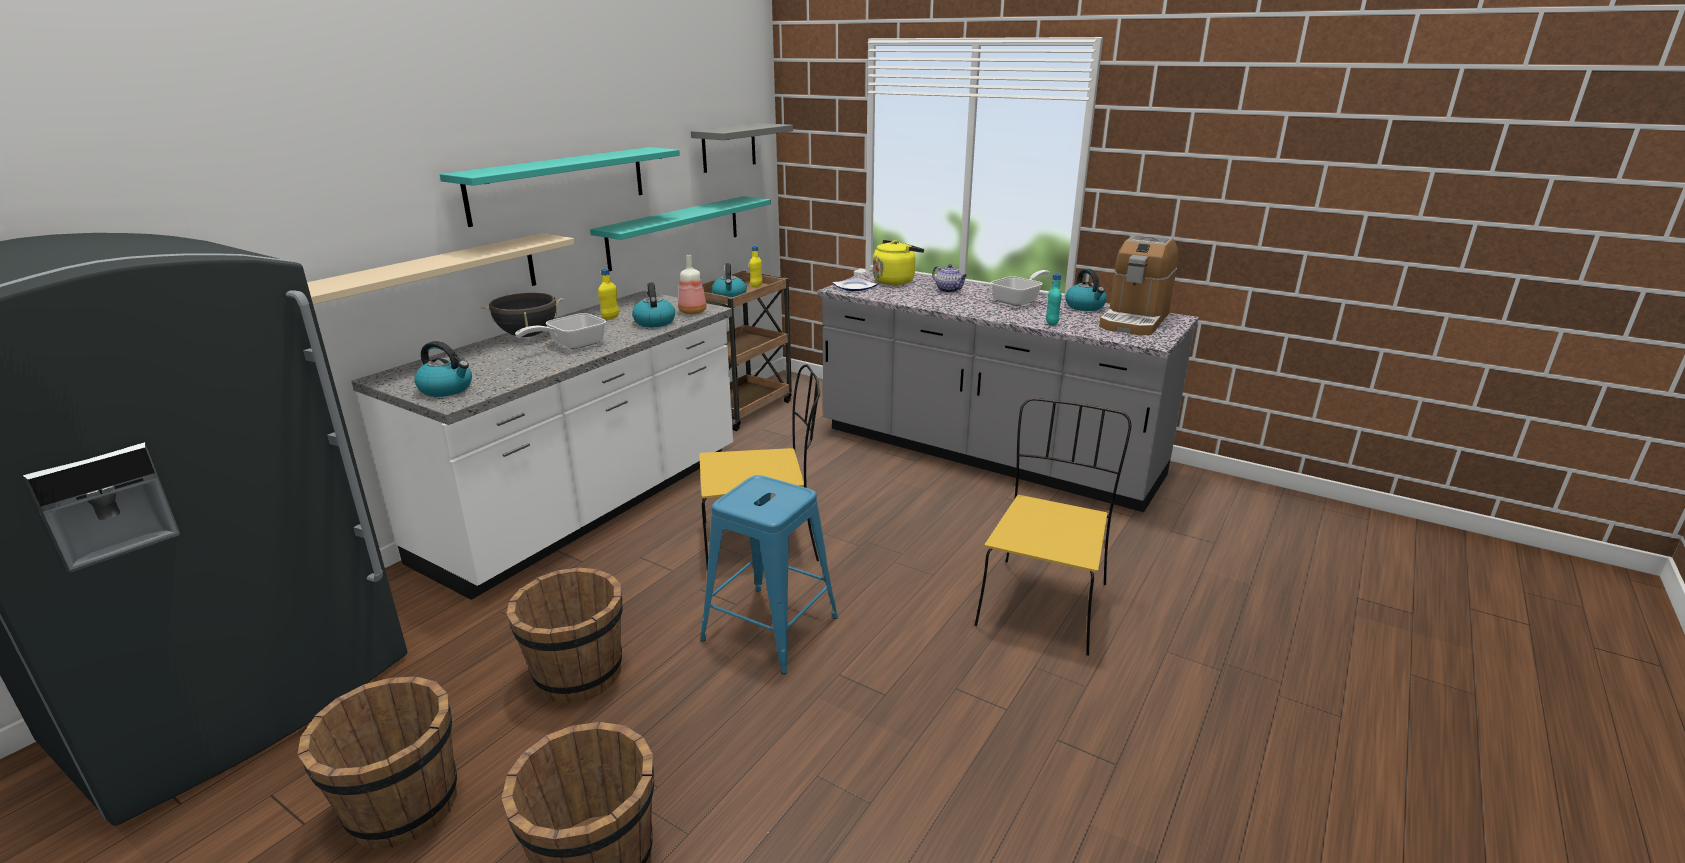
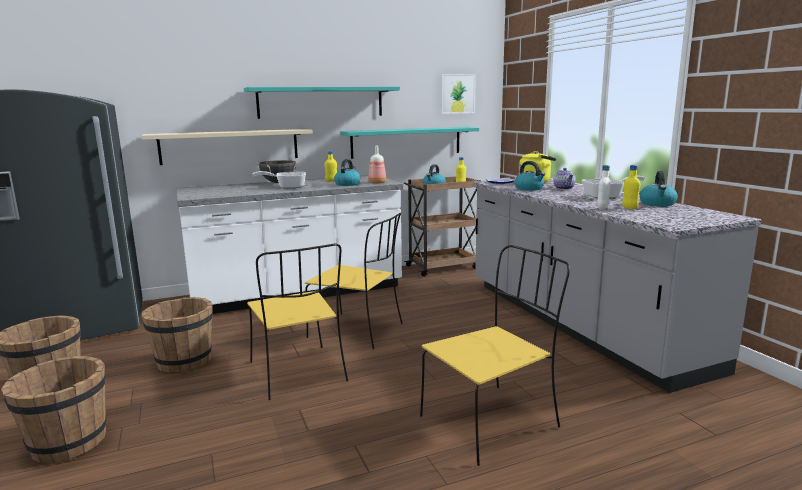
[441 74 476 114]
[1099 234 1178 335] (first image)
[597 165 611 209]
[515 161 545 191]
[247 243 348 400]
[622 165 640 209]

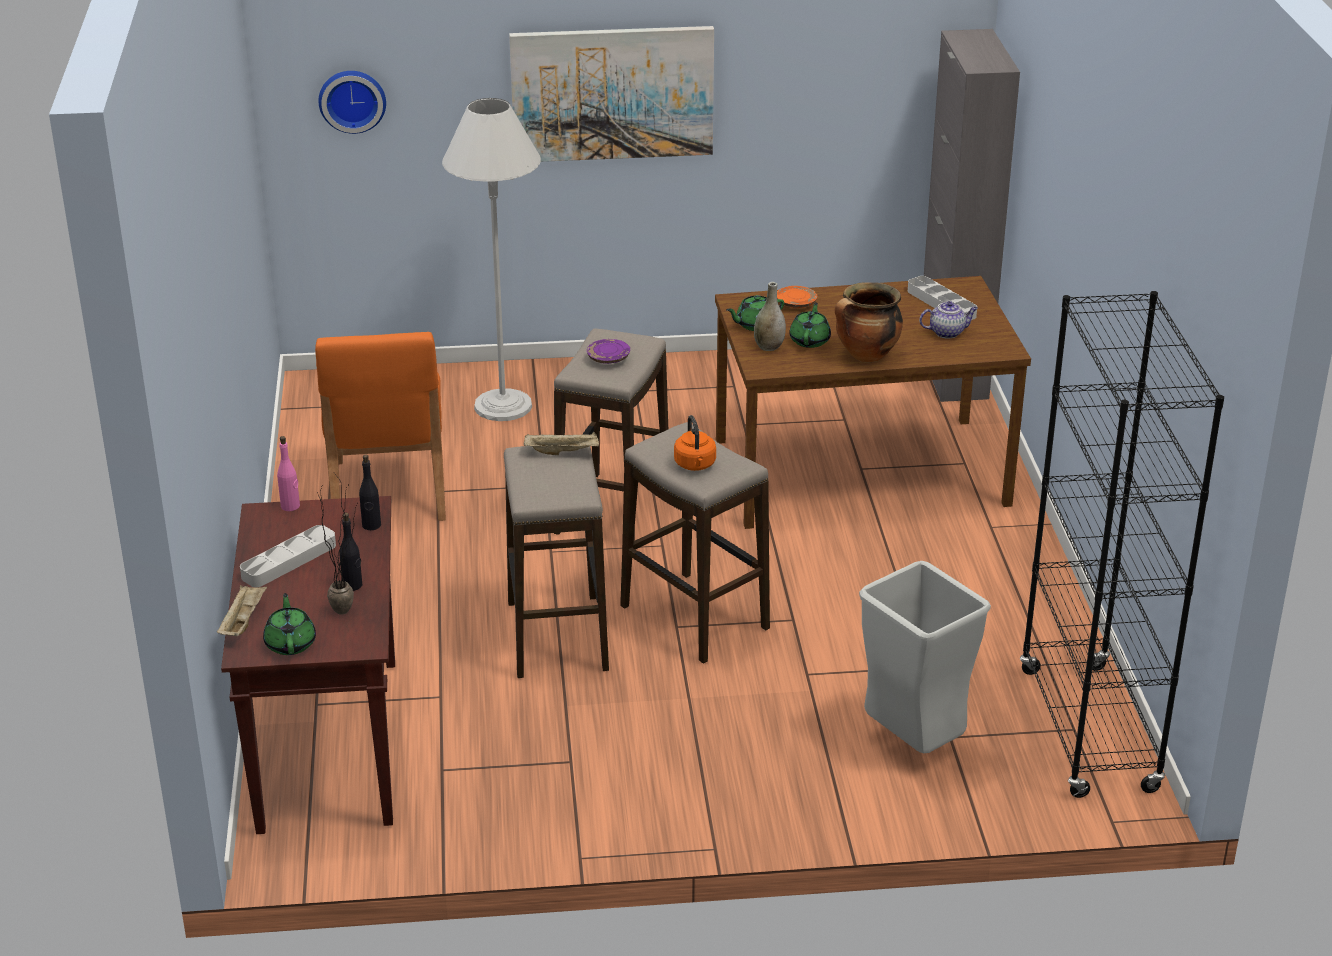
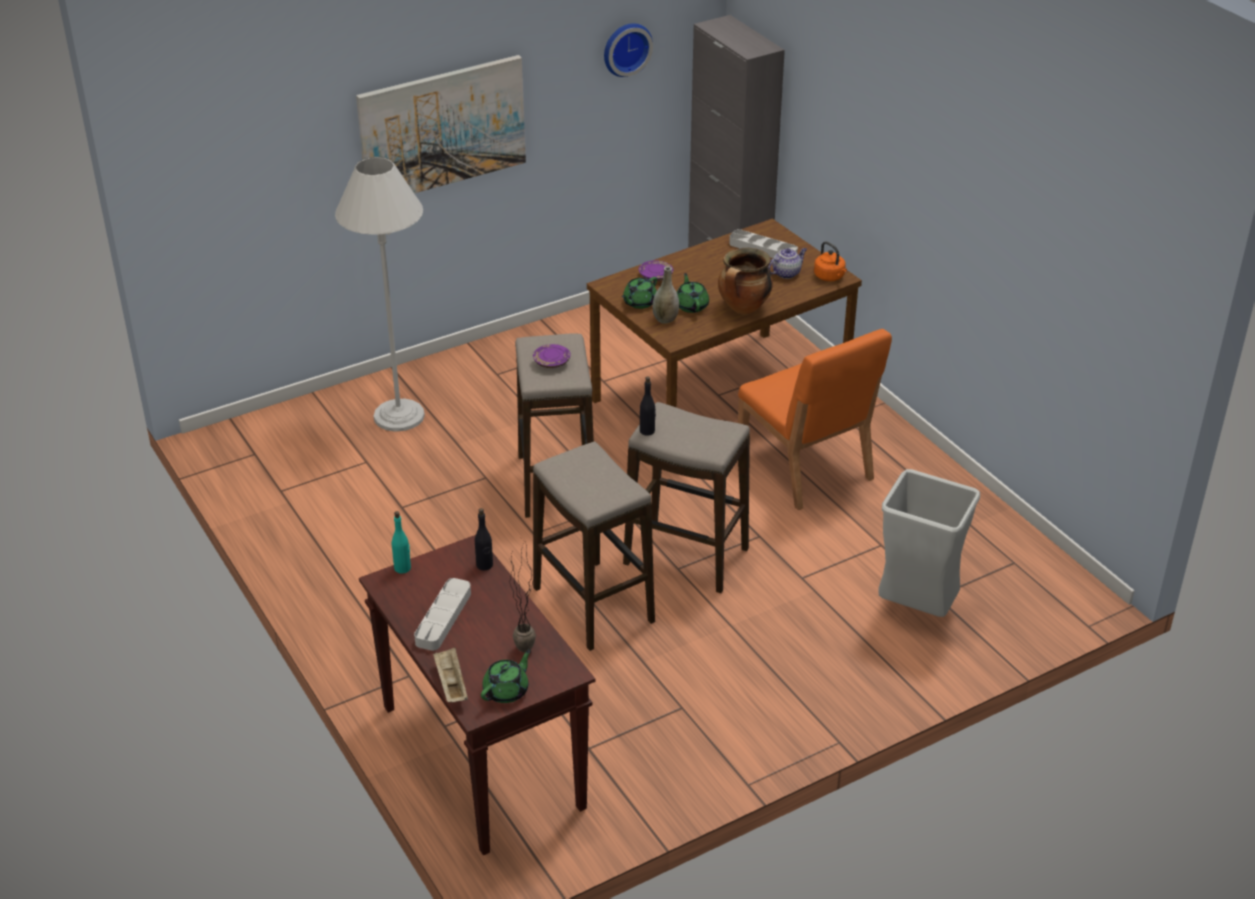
[604 23 653 77]
[638 260 673 281]
[1020 291 1224 798] (first image)
[738 329 892 510]
[814 241 847 281]
[524 432 599 455] (first image)
[392 511 411 574]
[640 376 656 436]
[481 650 531 703]

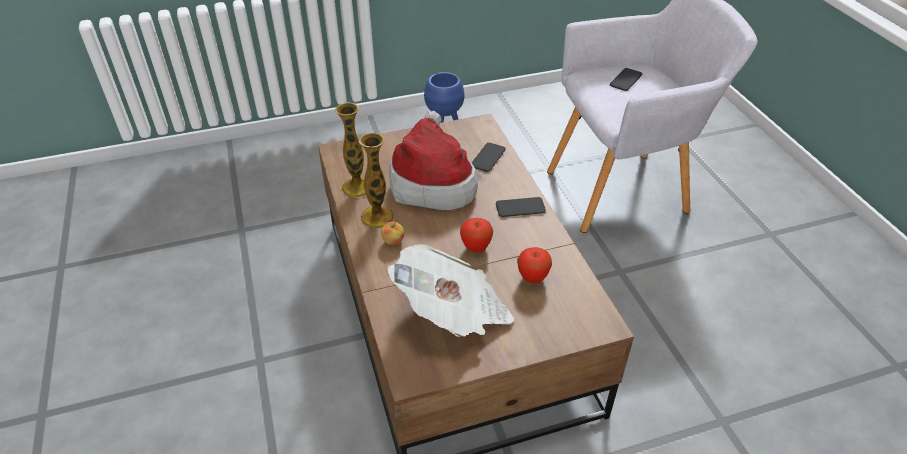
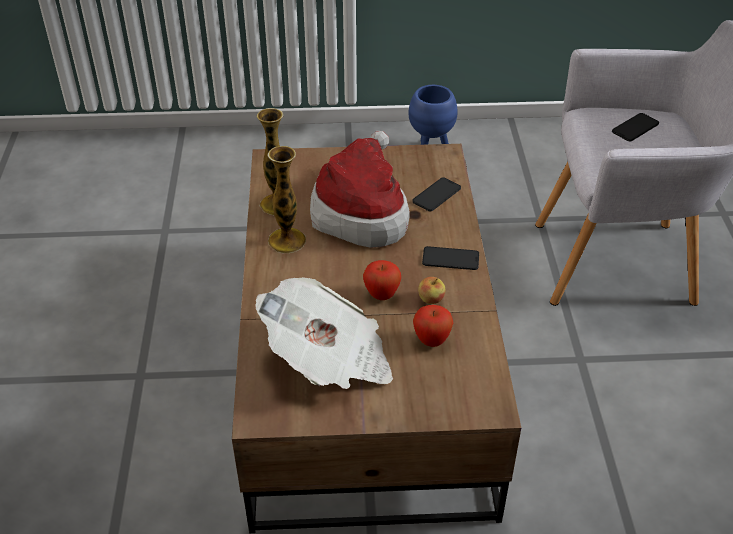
[418 277 445 304]

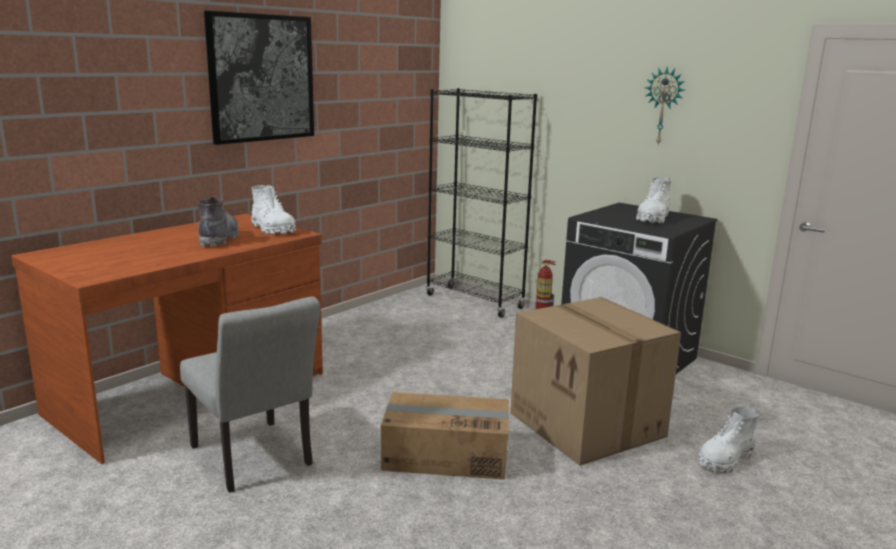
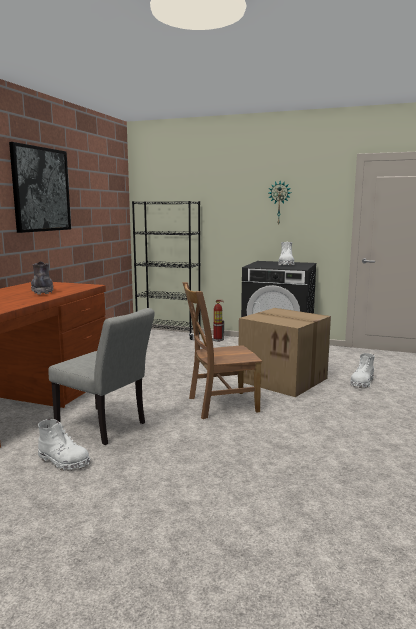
[38 419 90 471]
[183 282 262 419]

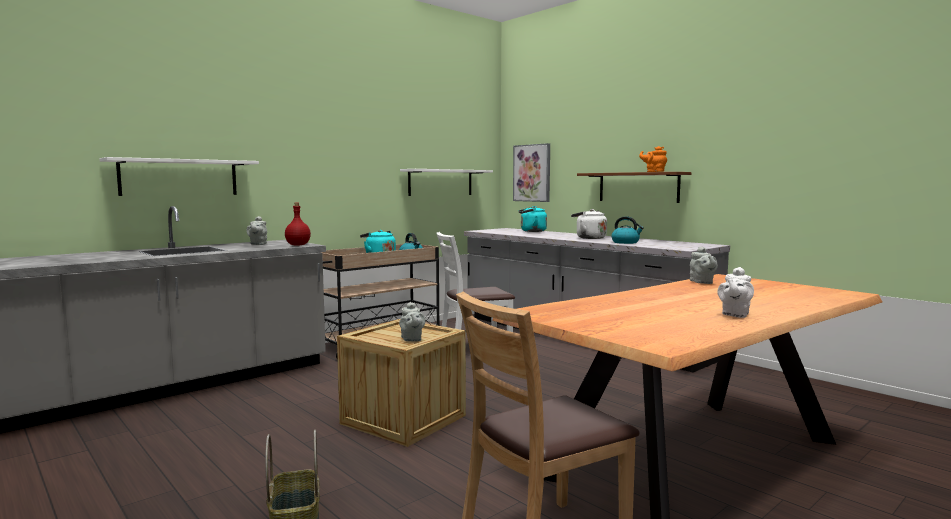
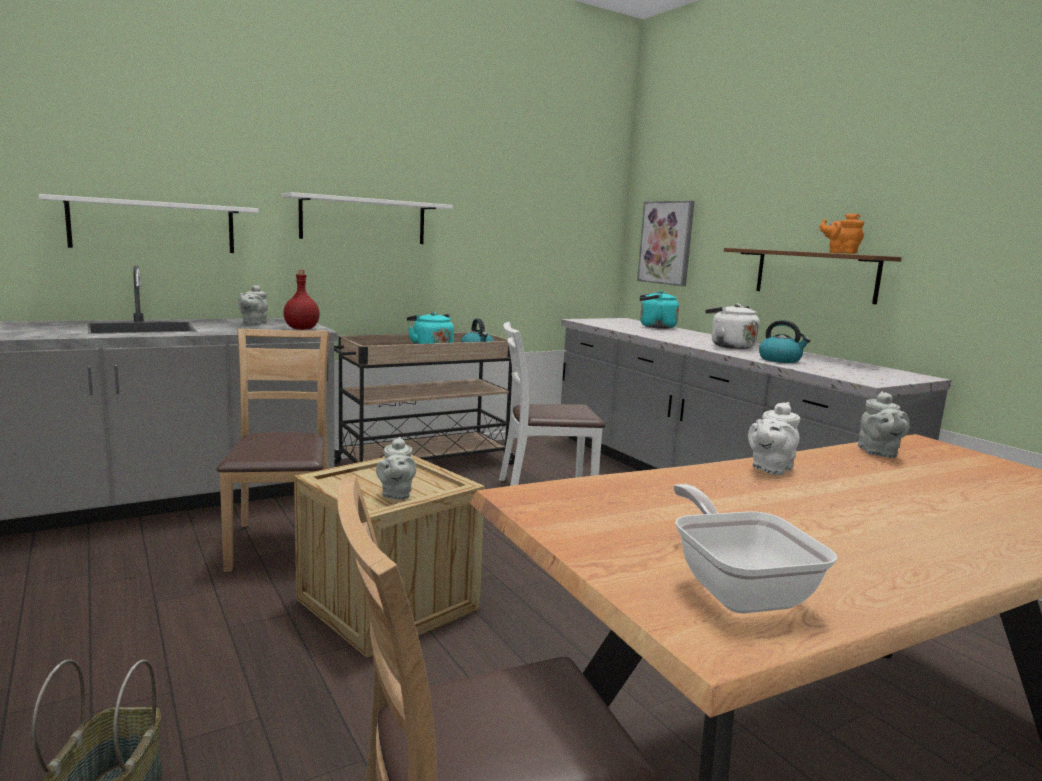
[282 192 453 244]
[748 402 800 475]
[217 329 330 572]
[673 484 838 613]

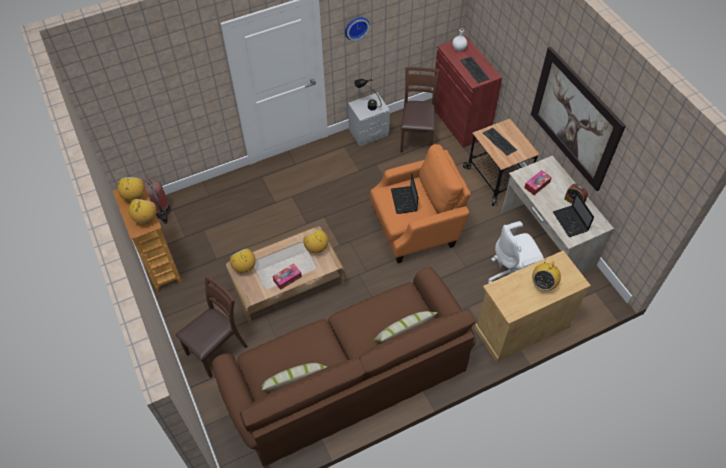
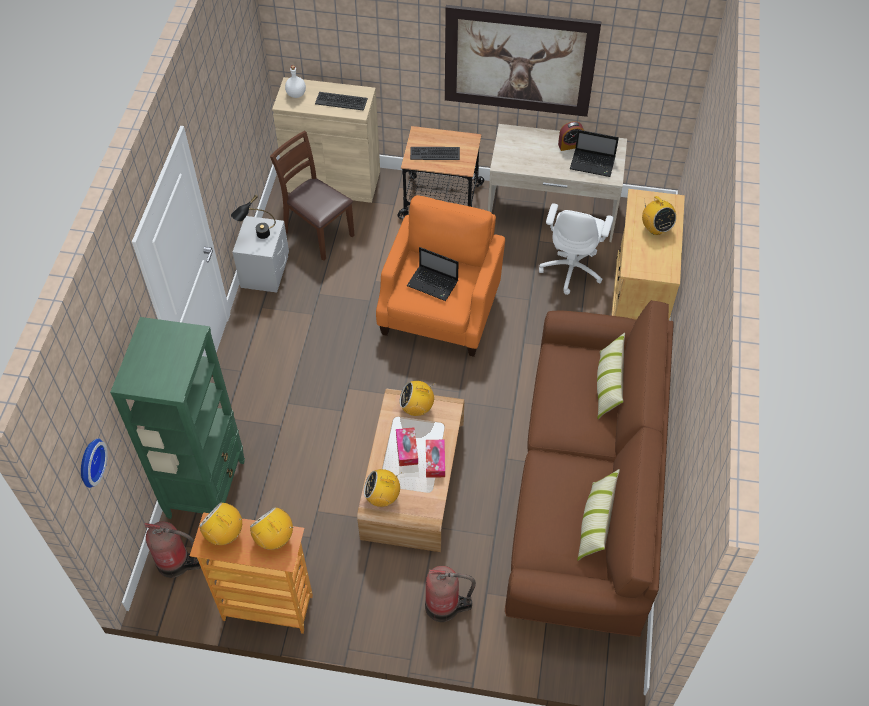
[81 439 108 488]
[272 77 380 203]
[396 427 418 466]
[425 566 476 622]
[110 317 245 519]

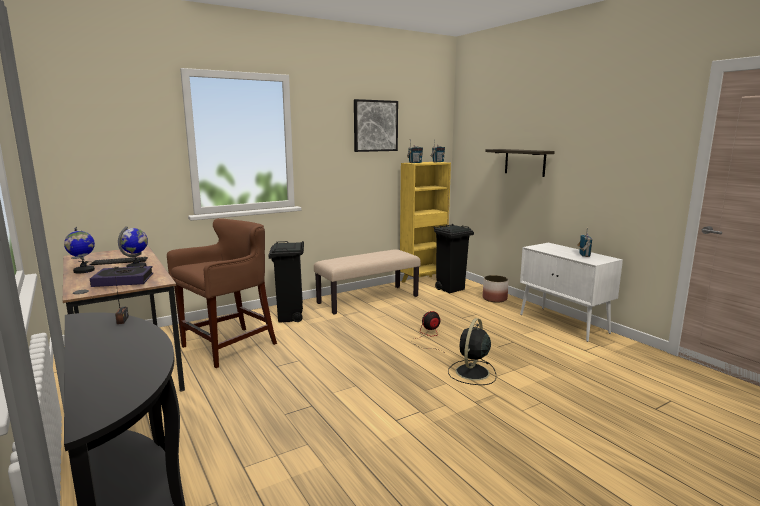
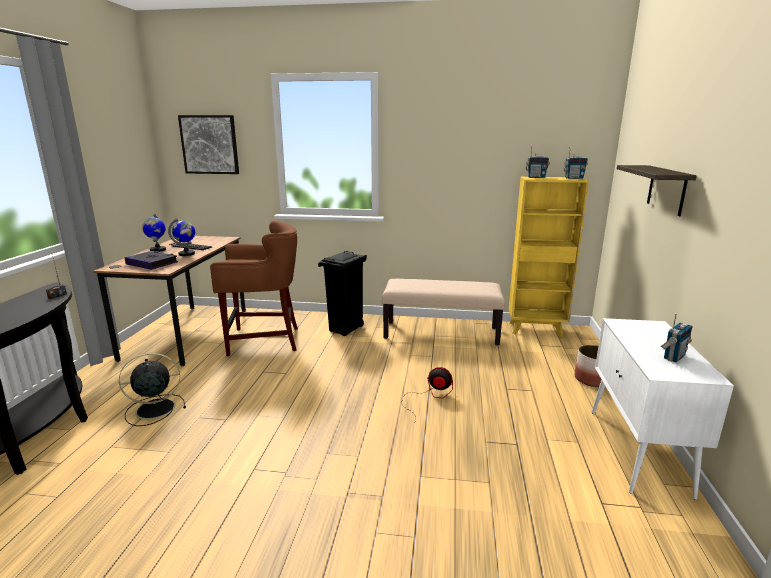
[178 115 239 174]
[434 224 474 293] (first image)
[119 353 186 426]

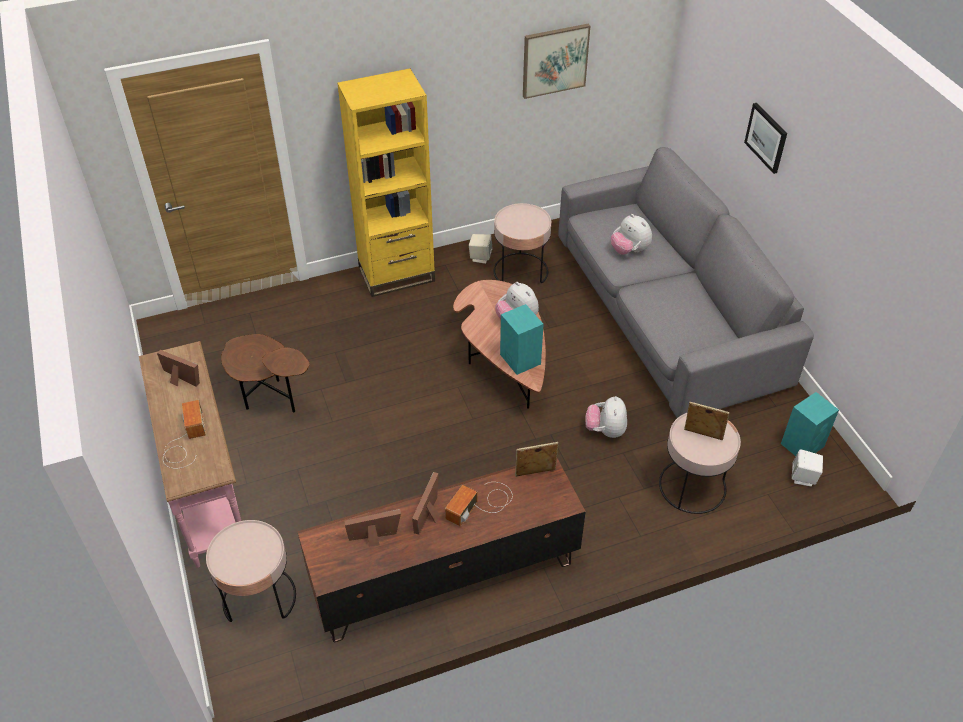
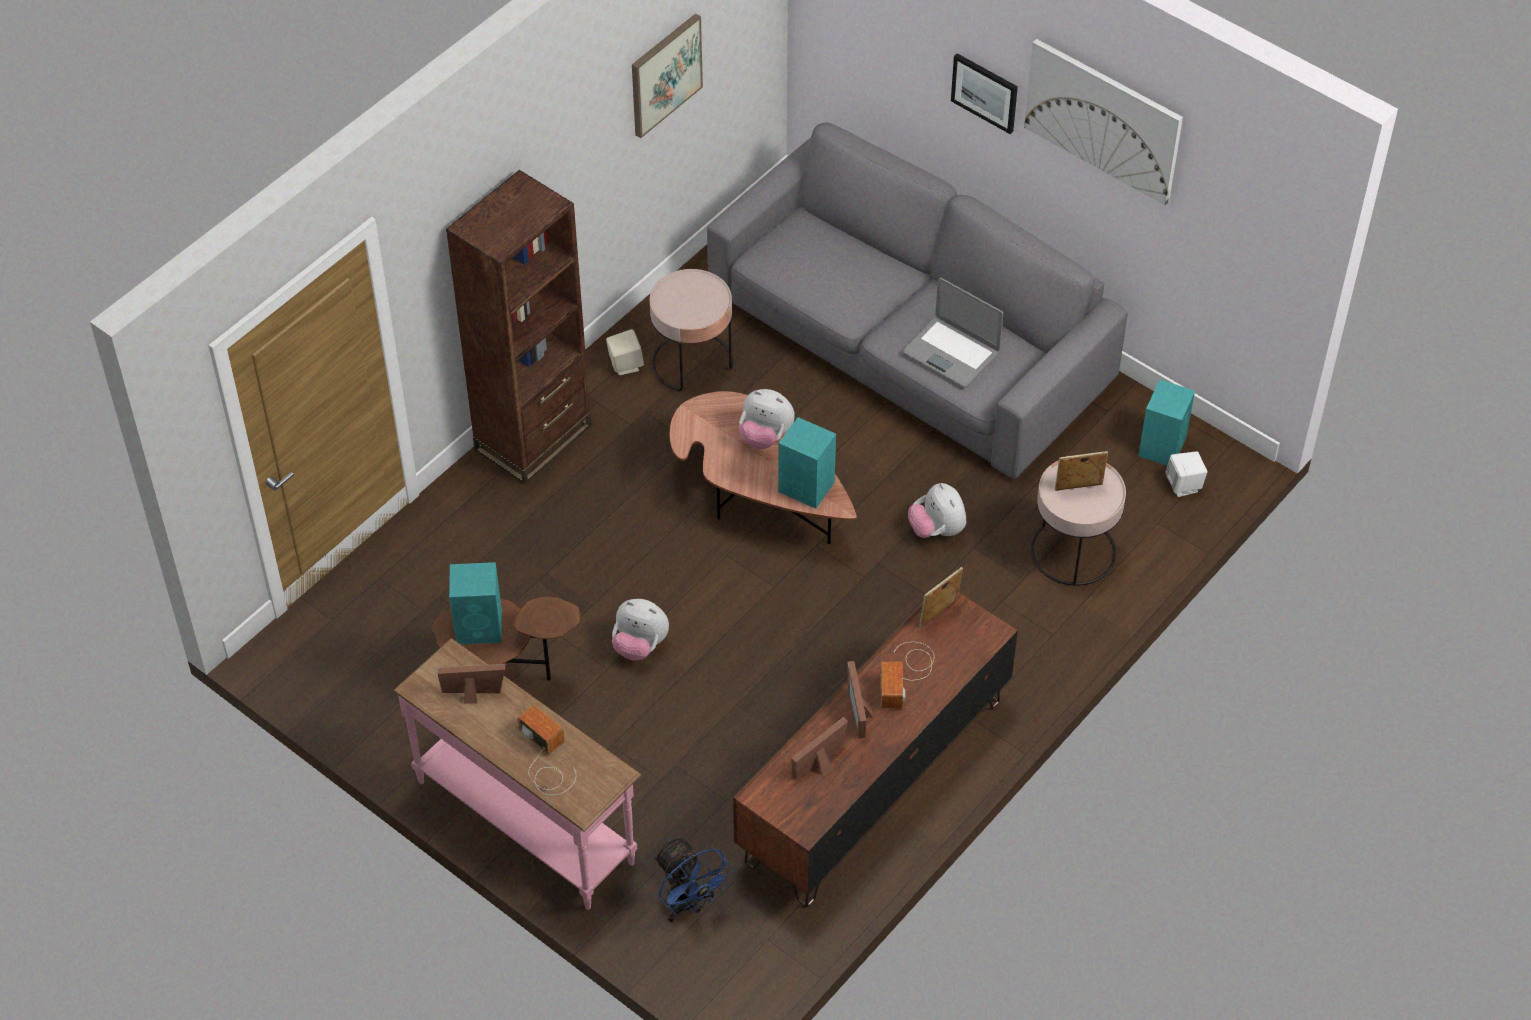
[446 170 592 484]
[612 599 669 660]
[654 838 733 922]
[1024 39 1183 206]
[903 278 1003 387]
[449 562 502 644]

